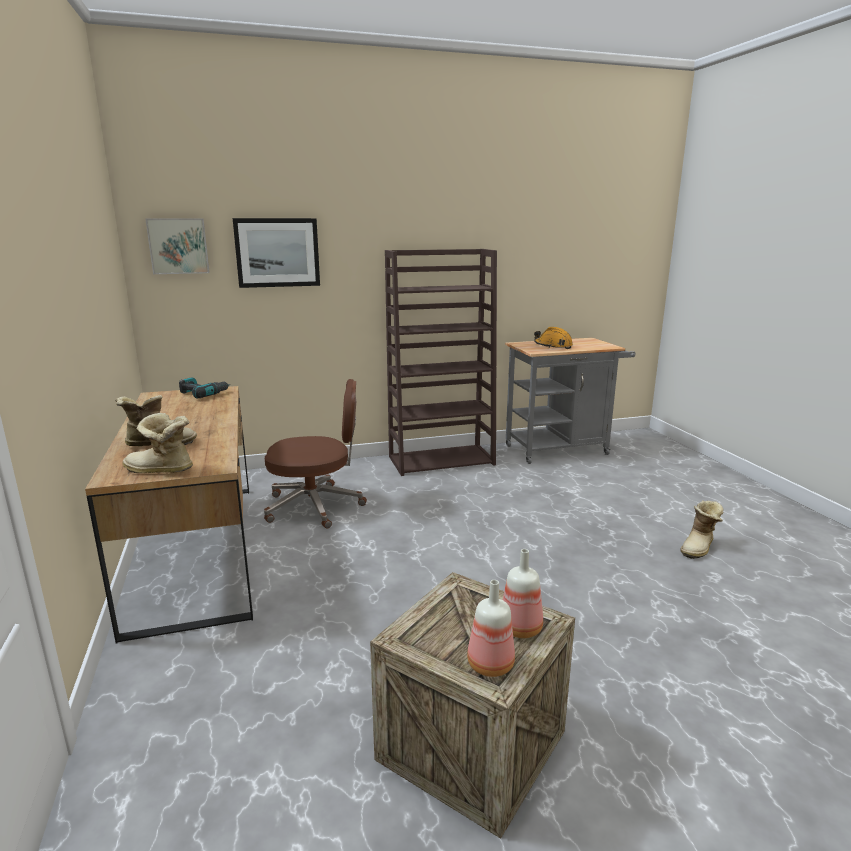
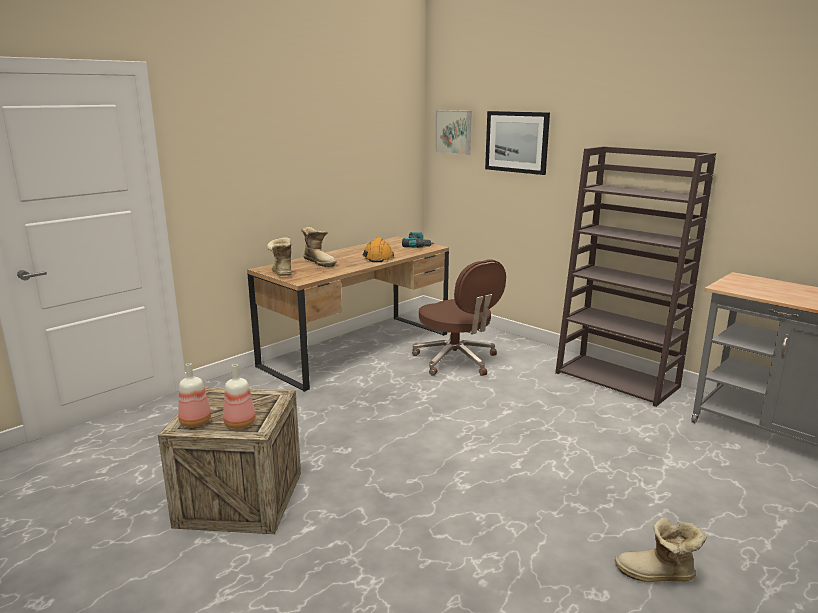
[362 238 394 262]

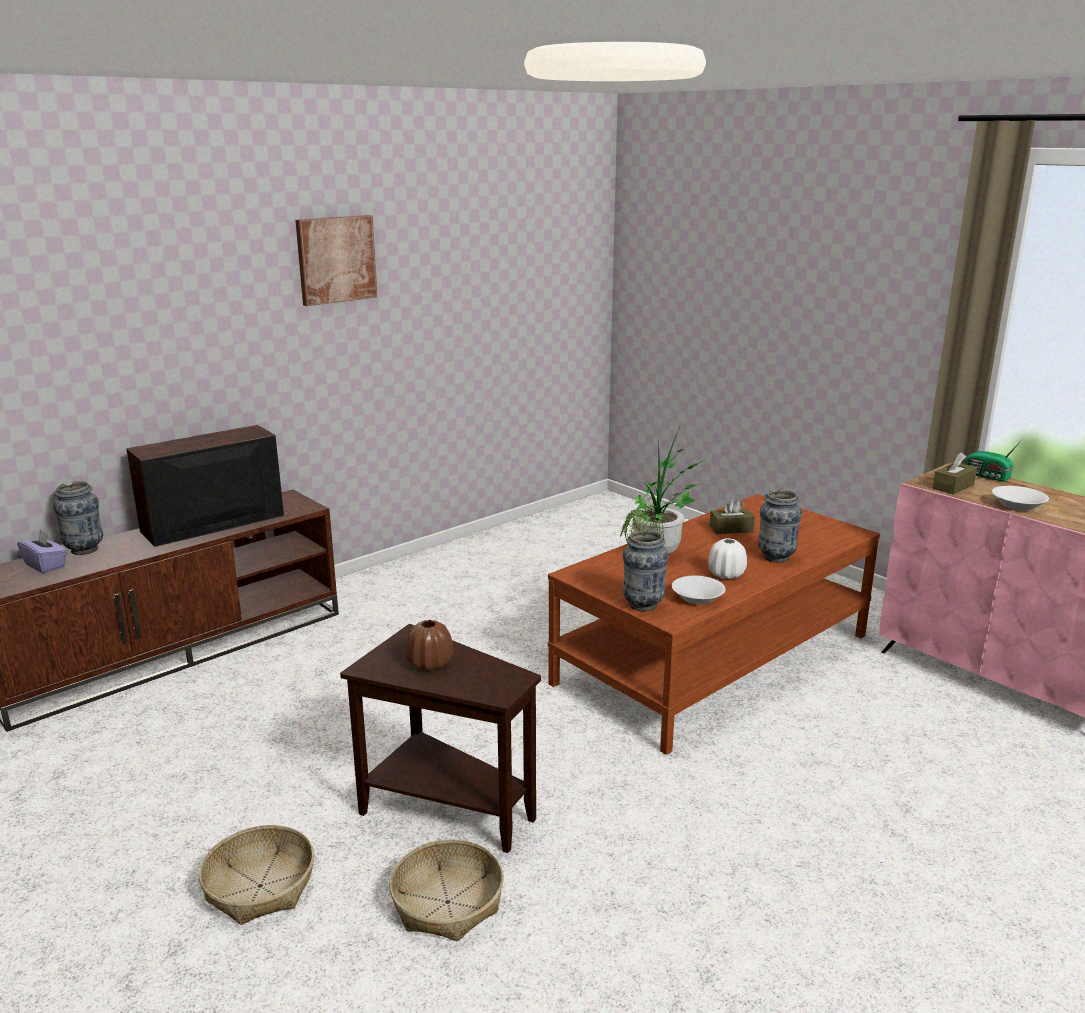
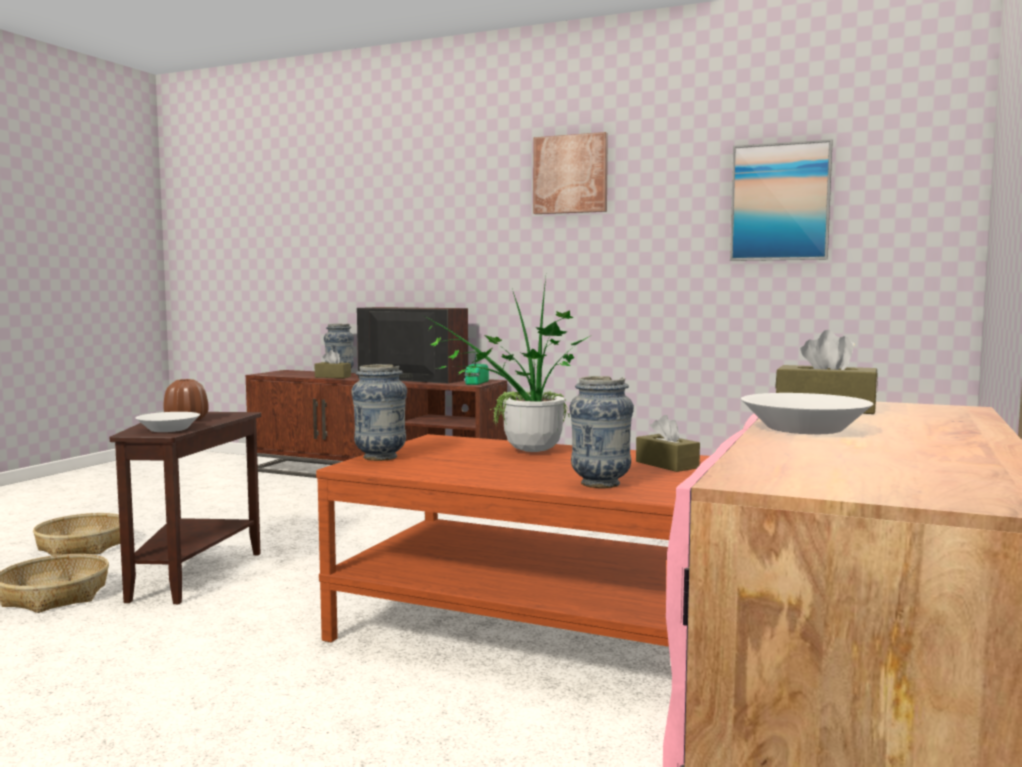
[464 356 489 385]
[17 529 67 573] (first image)
[708 538 747 579] (first image)
[136 412 200 432]
[730 139 833 261]
[315 350 351 378]

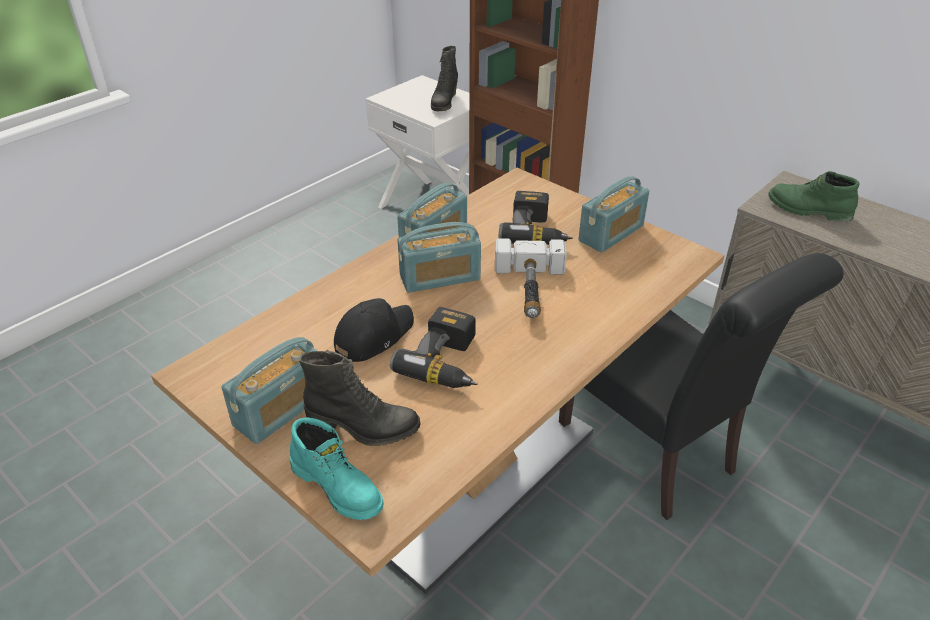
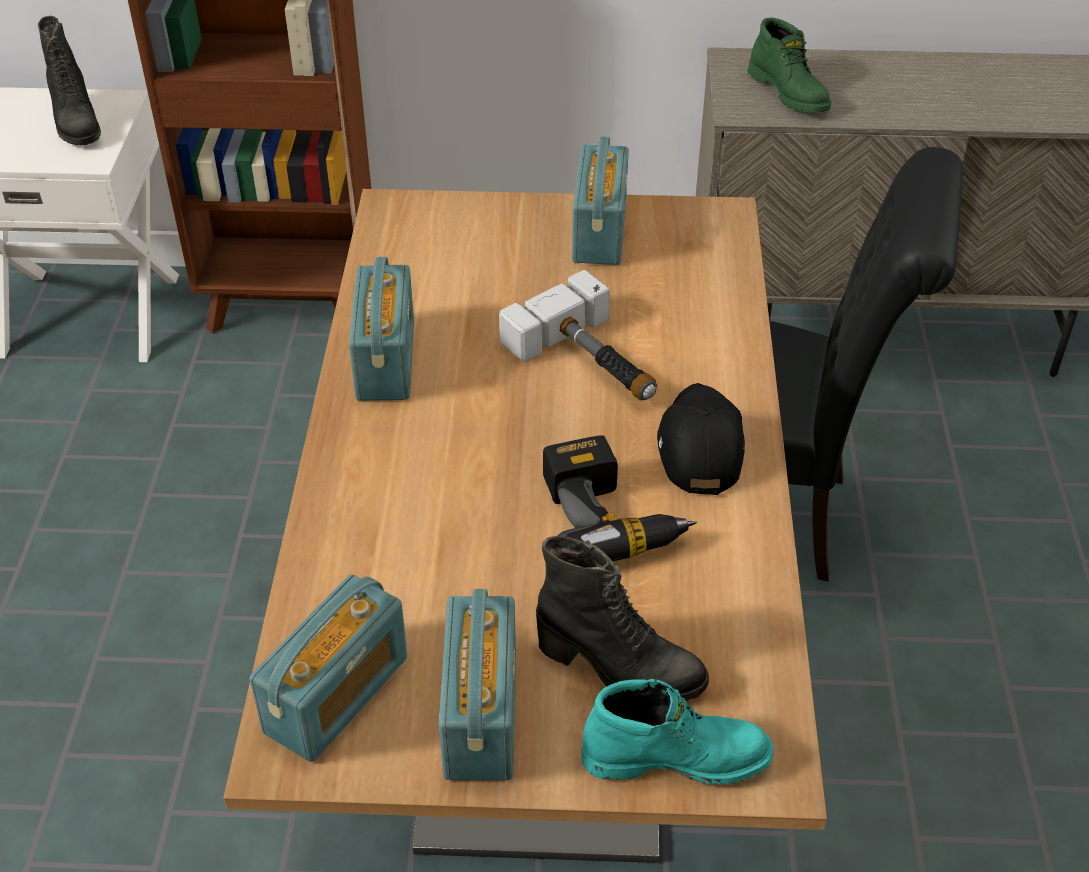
[748 17 831 112]
[499 191 573 245] (first image)
[250 574 407 762]
[657 383 745 495]
[536 536 709 701]

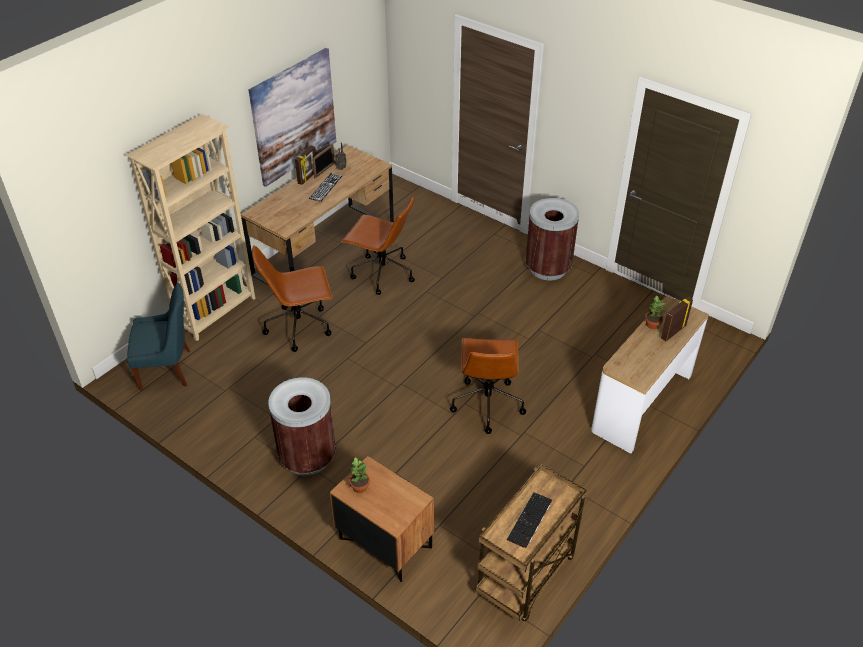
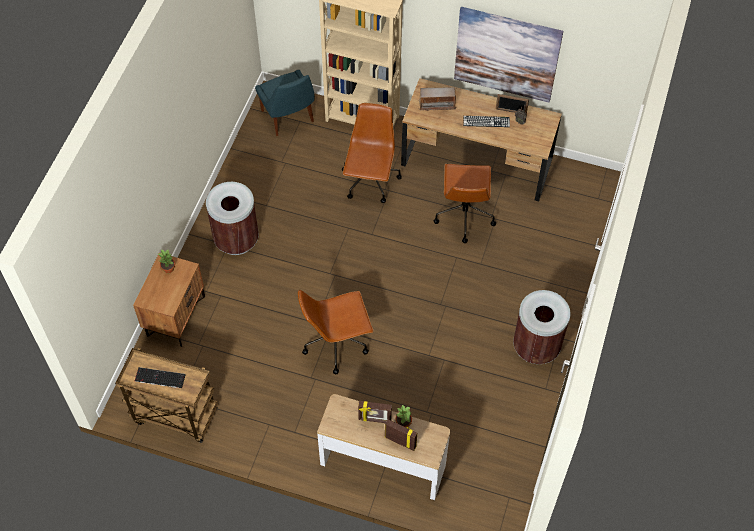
[358 401 392 423]
[342 103 402 203]
[419 87 457 111]

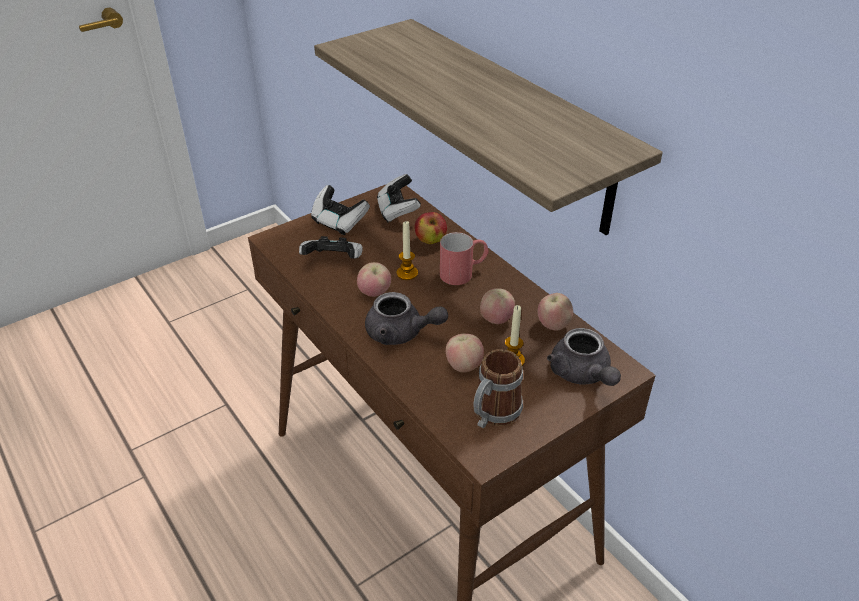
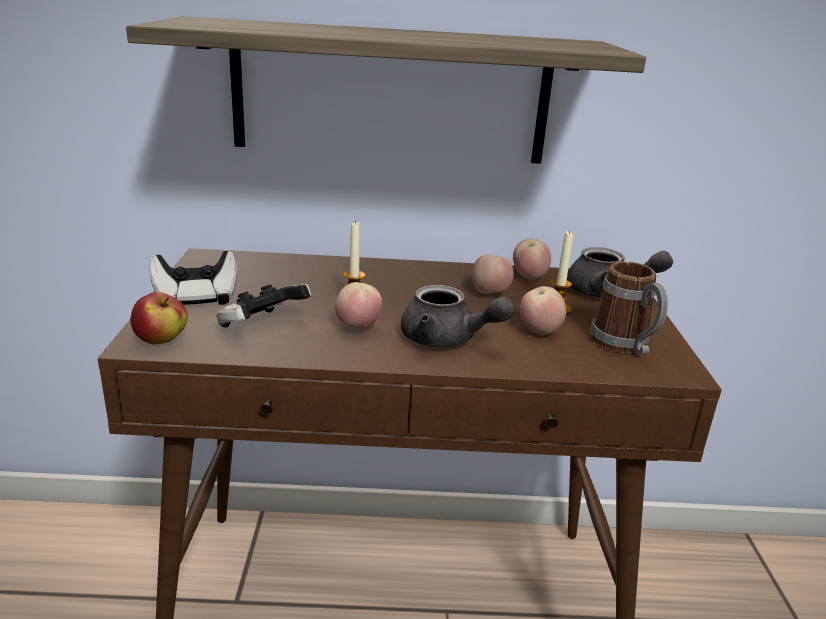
[377 174 421 223] (first image)
[131 292 188 344]
[440 232 489 285] (first image)
[401 285 515 347]

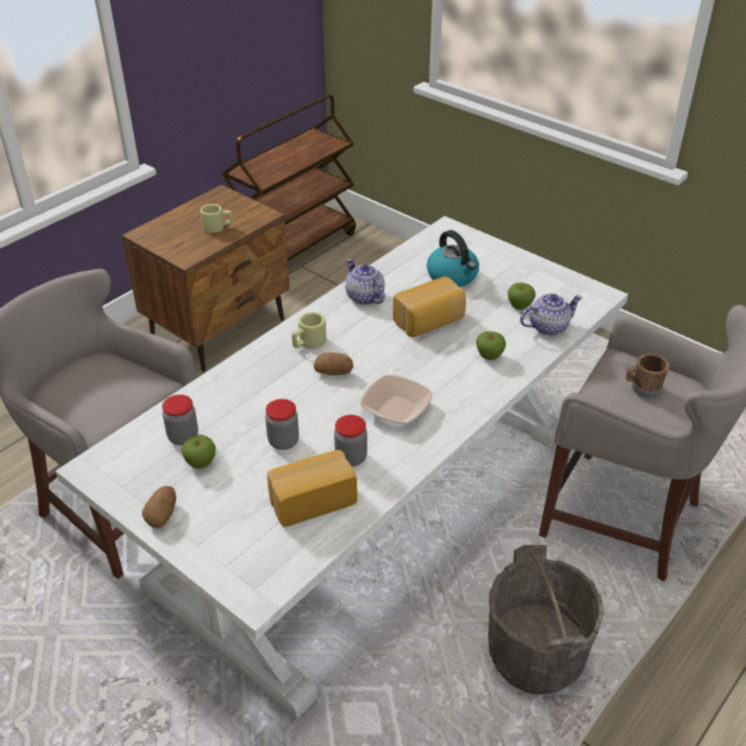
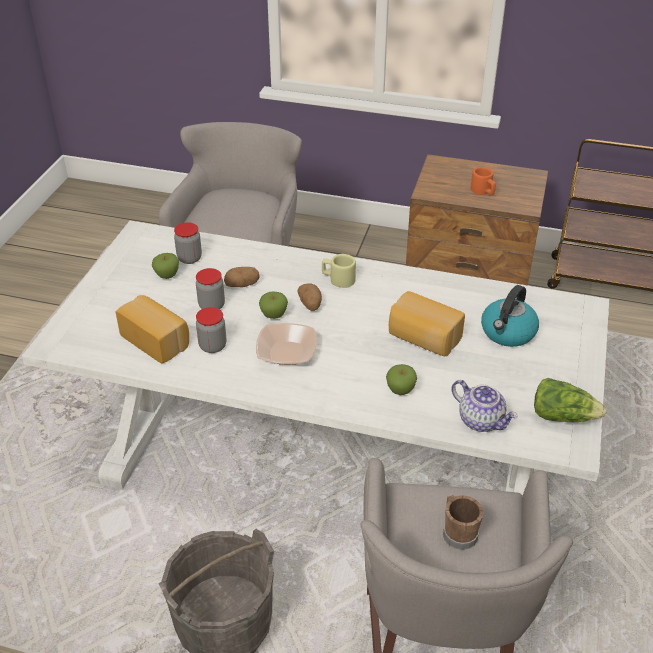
[471 167 496 195]
[345 258 385 305] (first image)
[259 292 288 319]
[224 267 260 287]
[534 378 607 422]

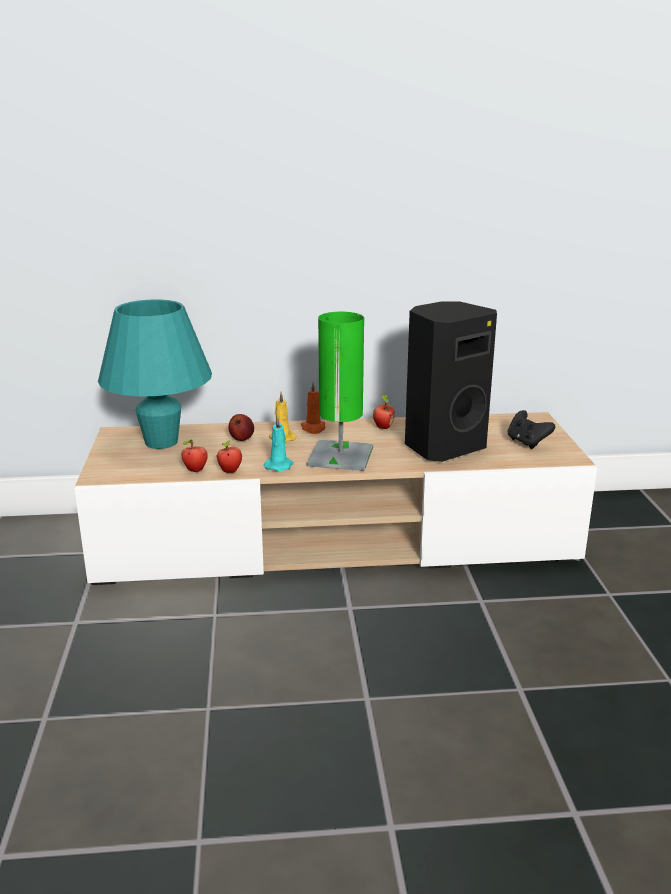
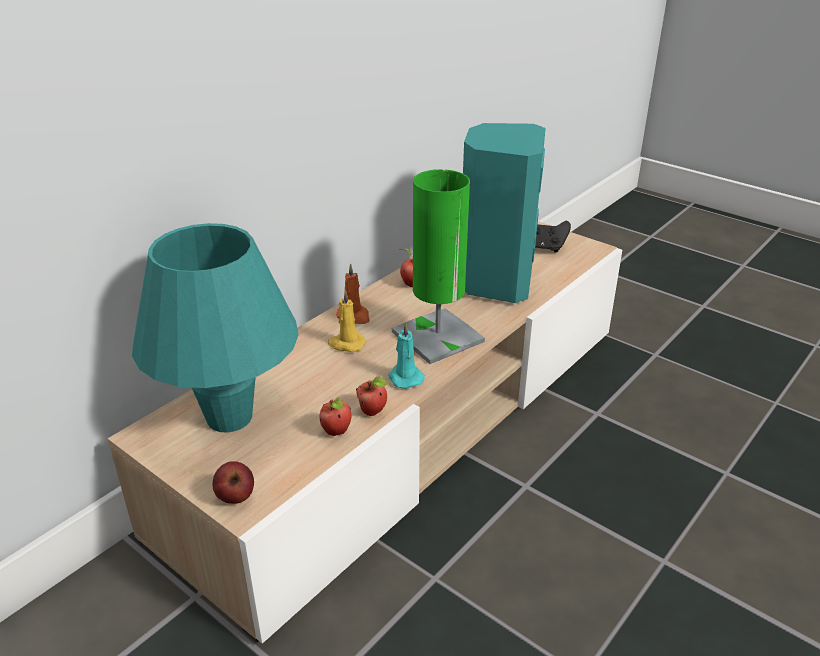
[463 123 546 303]
[212 461 254 504]

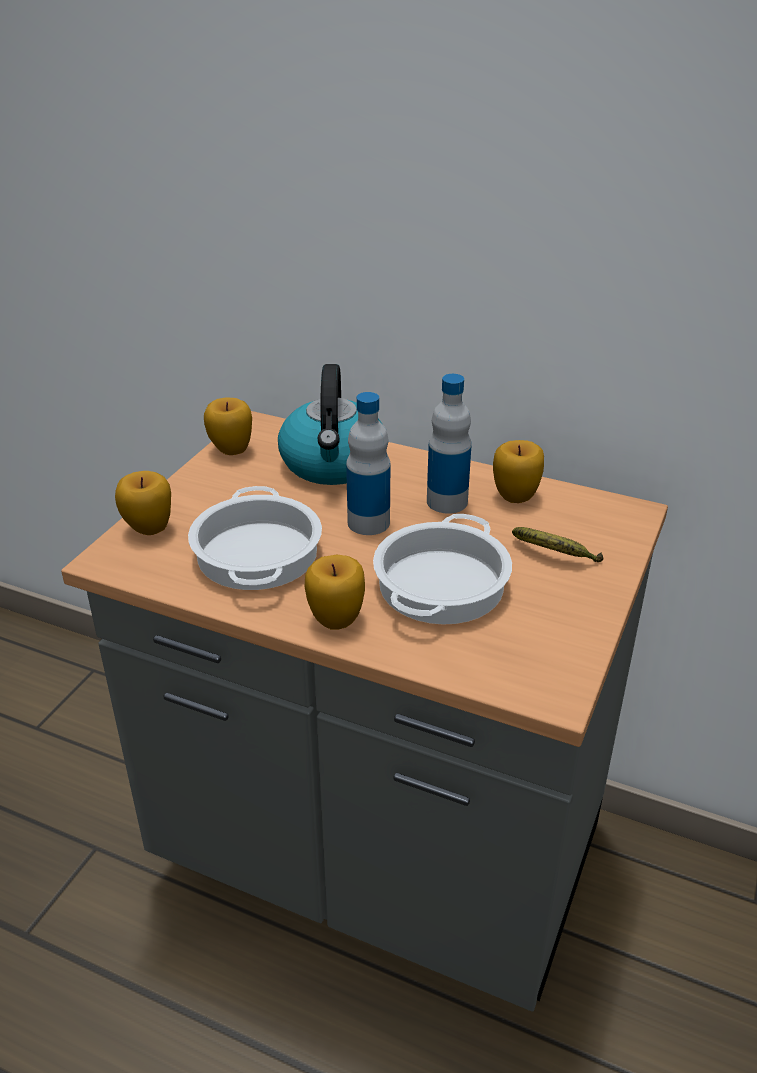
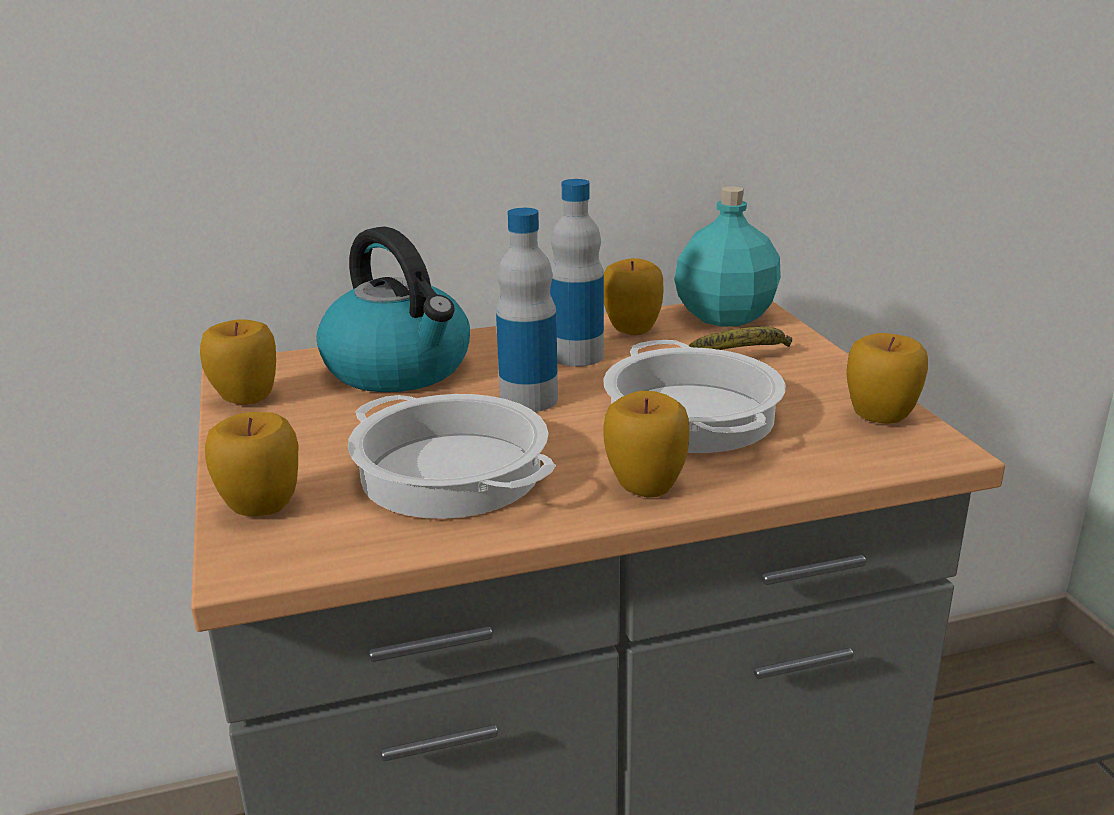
[675 186 781 327]
[846 333 928 424]

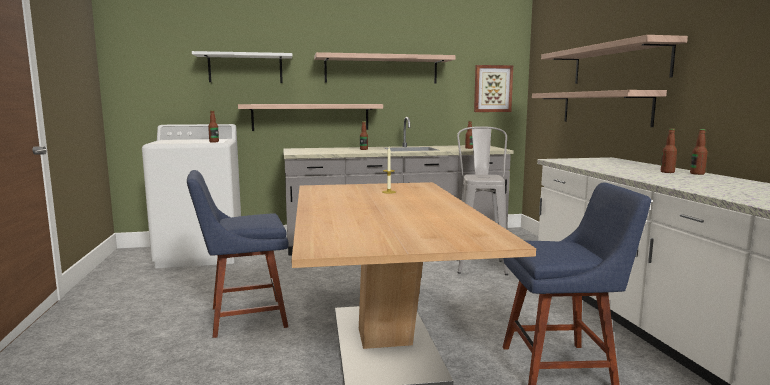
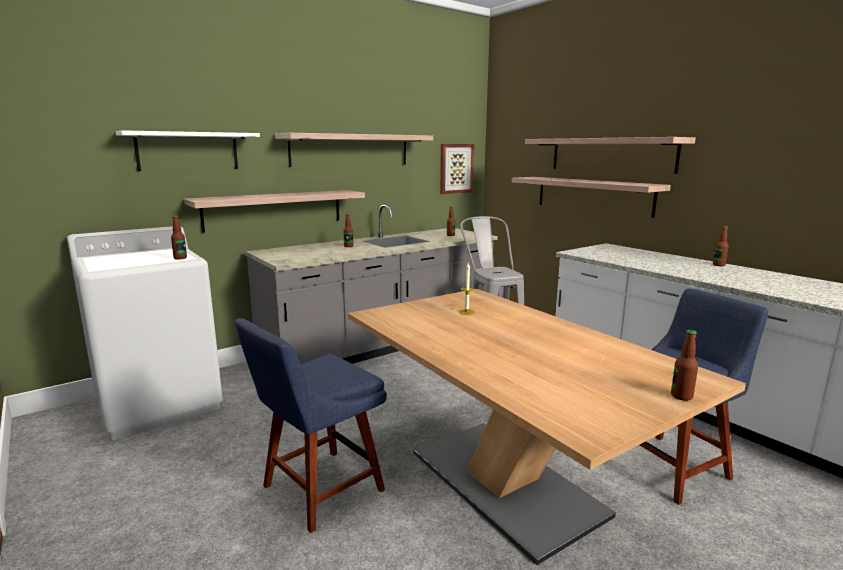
[671 330 698 401]

